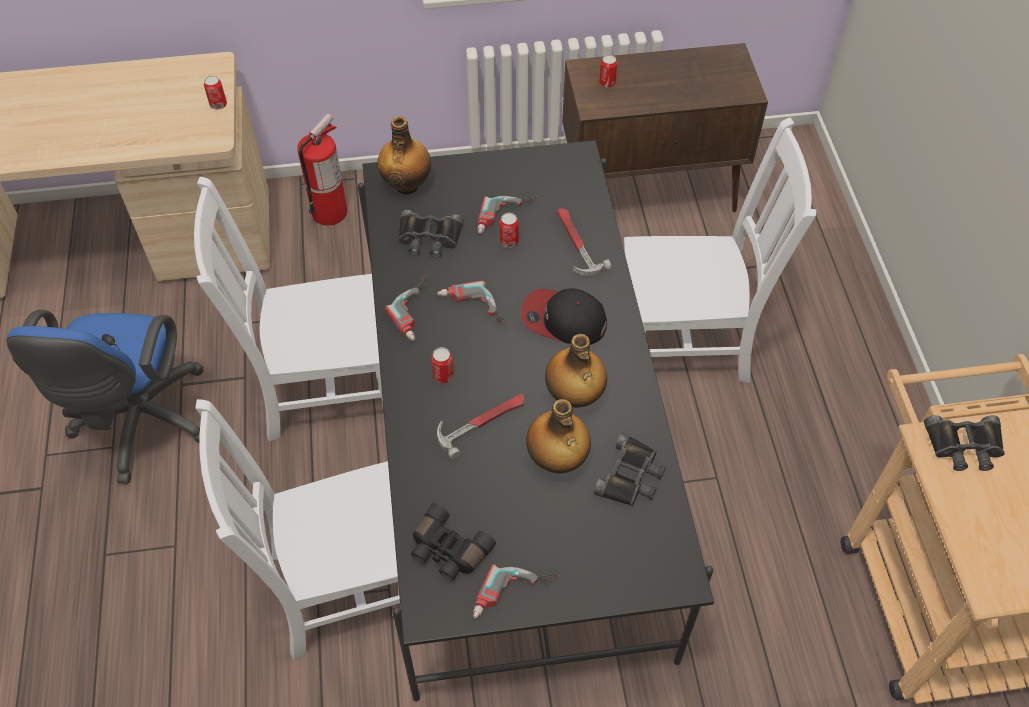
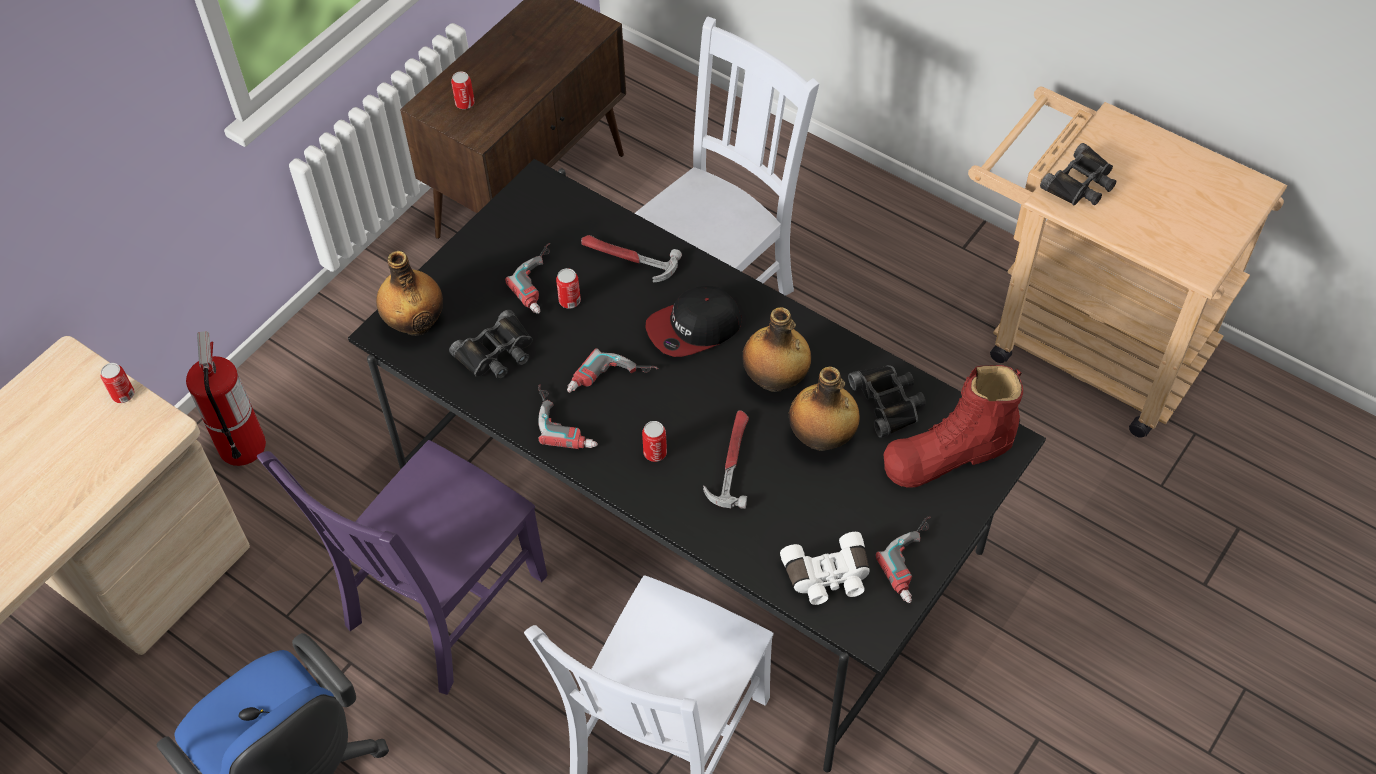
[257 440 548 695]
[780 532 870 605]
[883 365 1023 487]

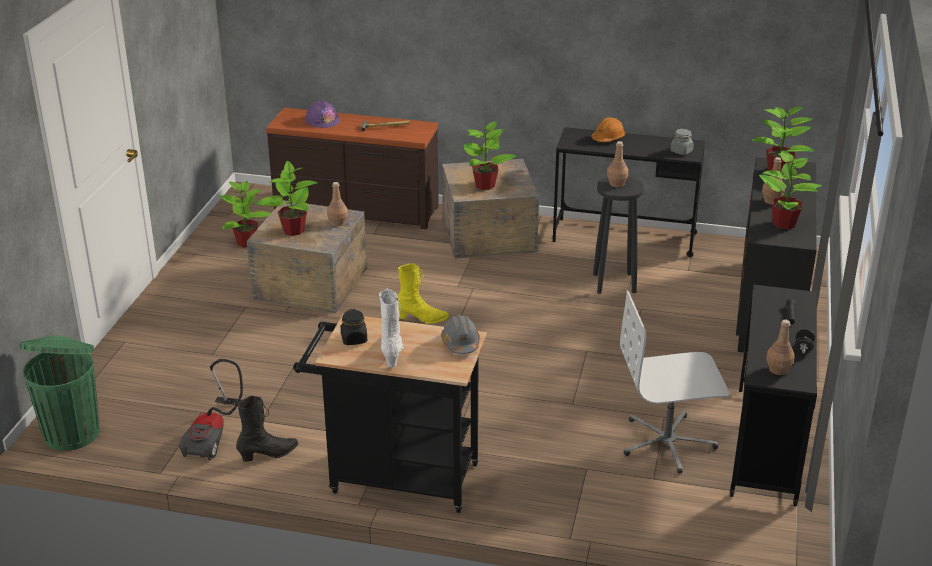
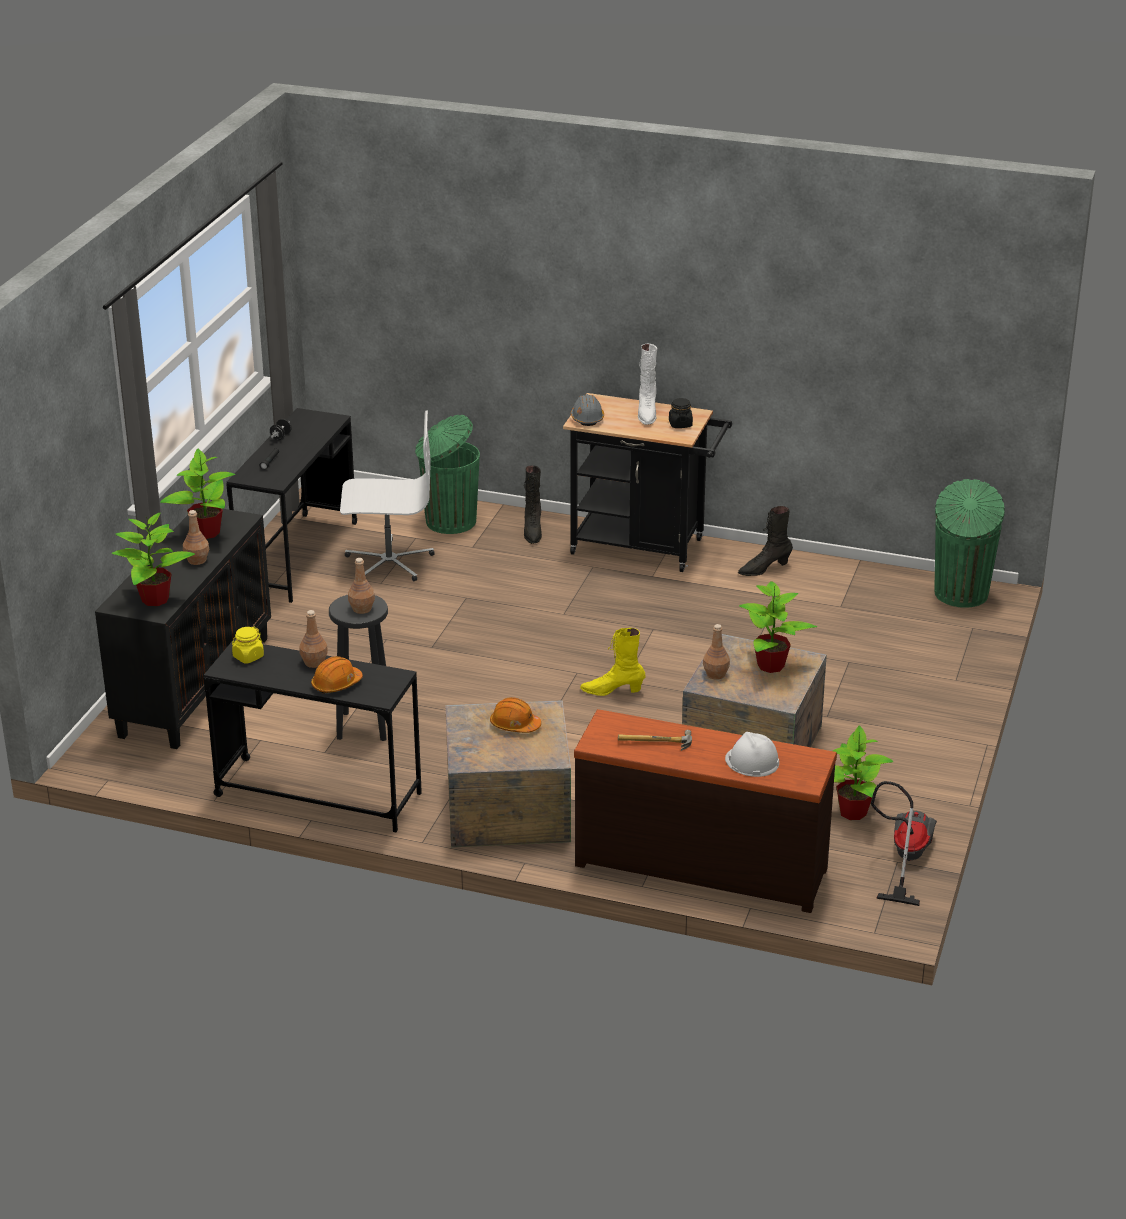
[725 732 779 777]
[490 697 541 733]
[232 627 264 663]
[299 610 328 668]
[871 781 937 906]
[415 415 480 534]
[524 465 542 544]

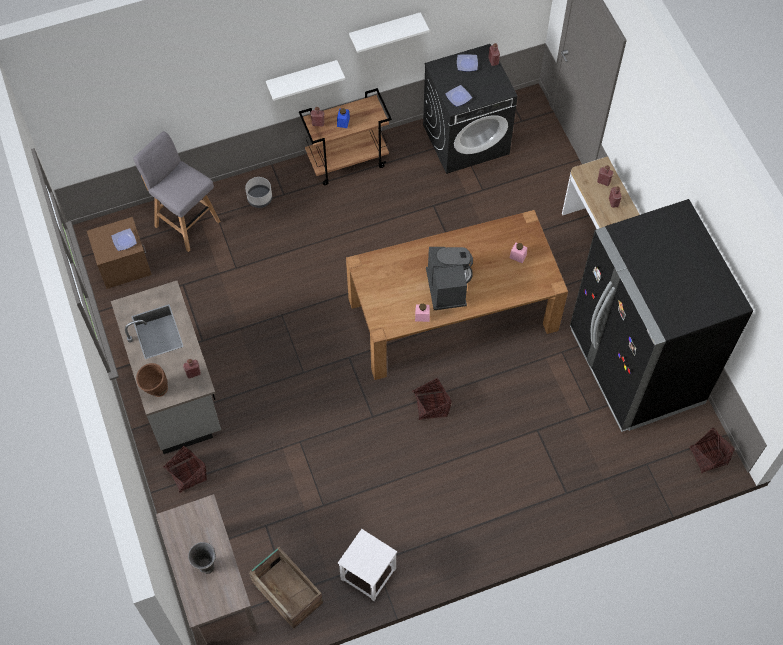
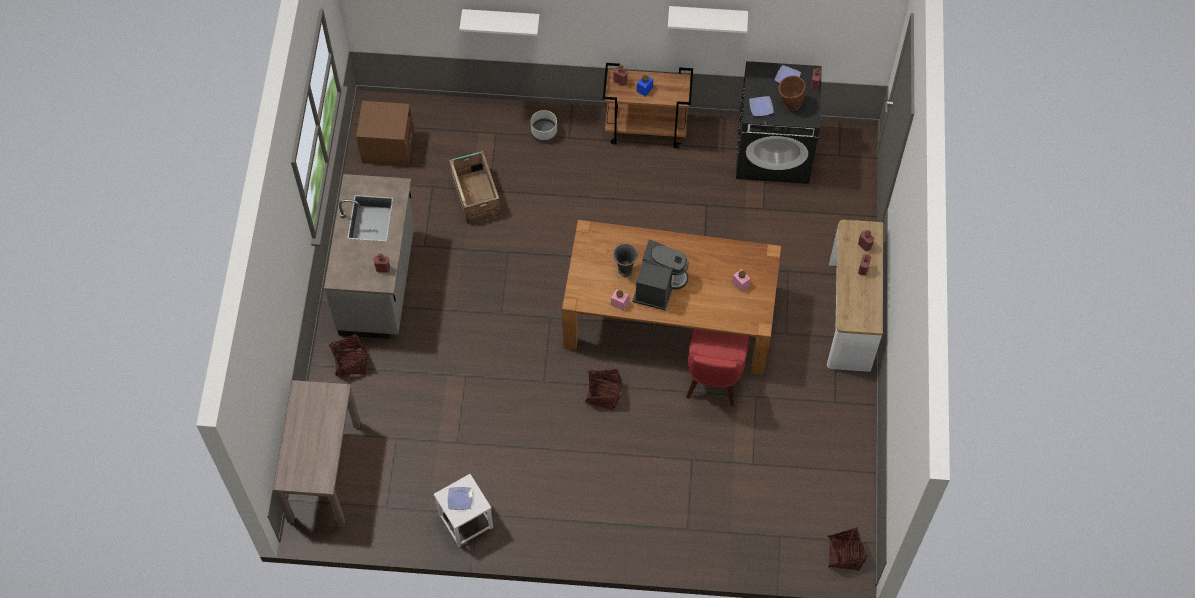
[459 9 540 36]
[133 131 220 252] (first image)
[570 199 753 432] (first image)
[448 487 472 510]
[779 76 805 111]
[613 243 638 277]
[449 151 501 224]
[686 329 749 406]

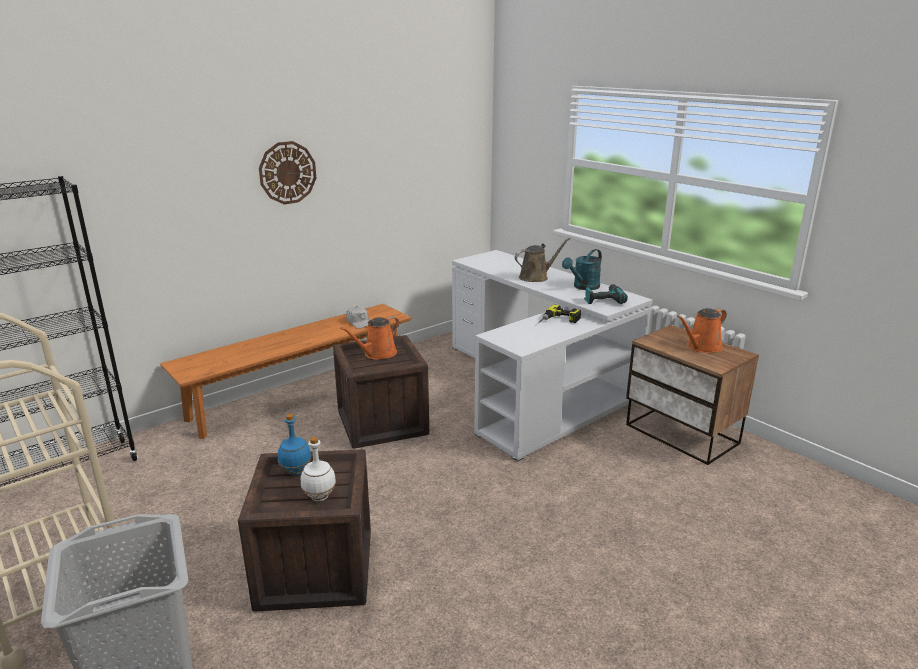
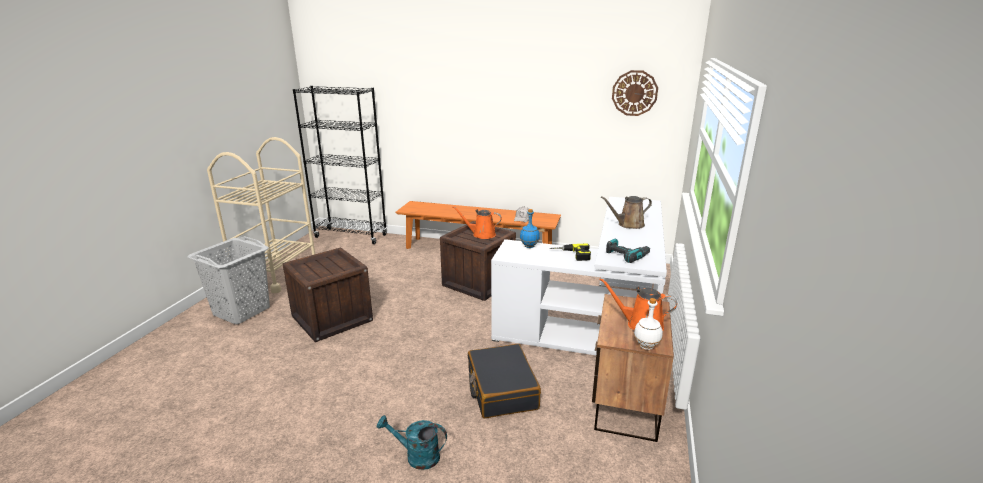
[612 70 658 116]
[601 196 652 229]
[377 415 447 470]
[520 209 540 248]
[634 298 663 350]
[468 344 541 418]

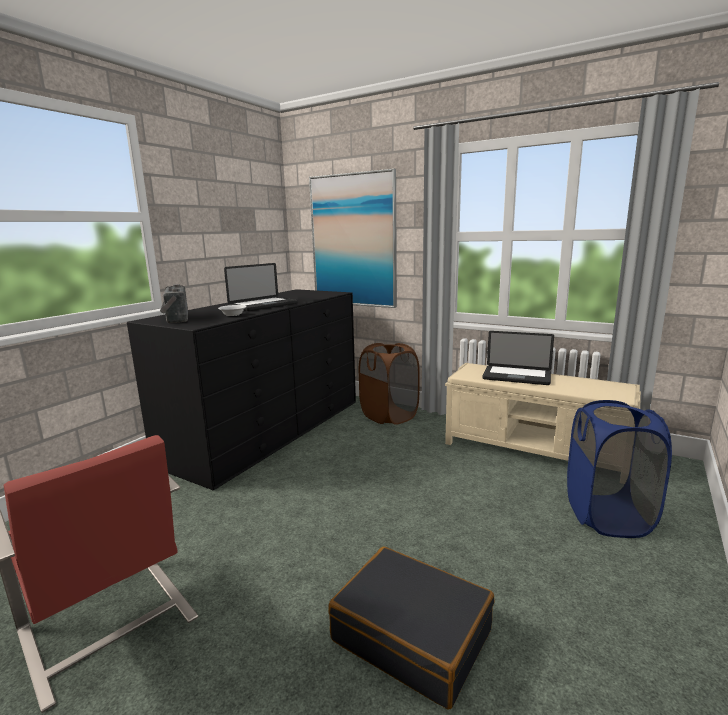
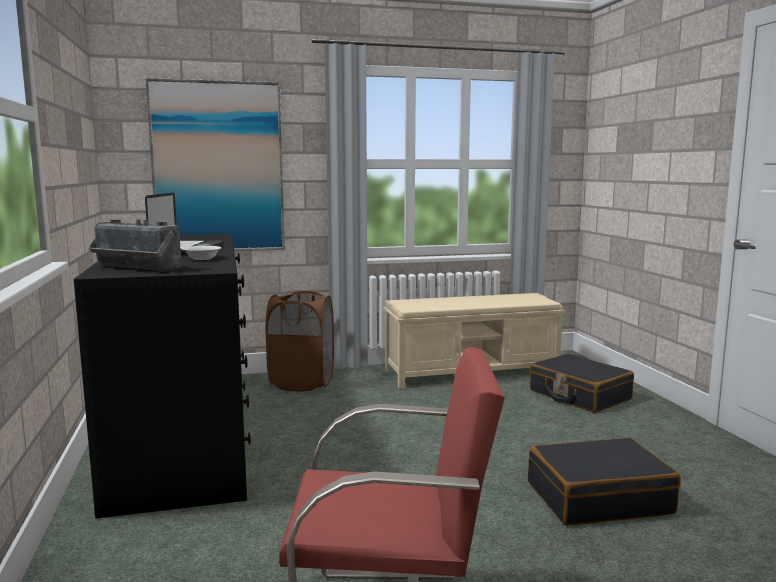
[482 331 554 385] (first image)
[530 353 634 413]

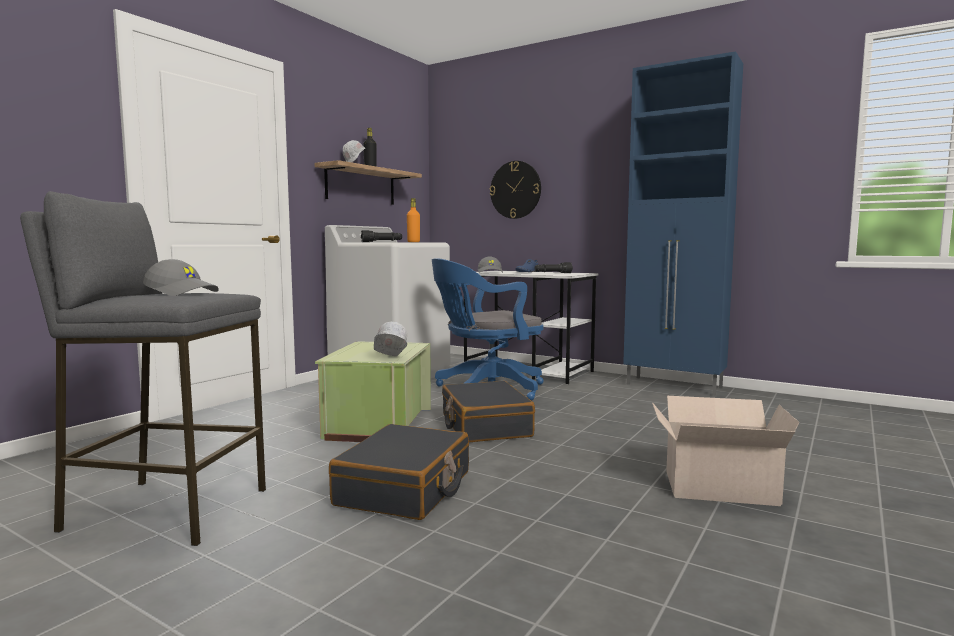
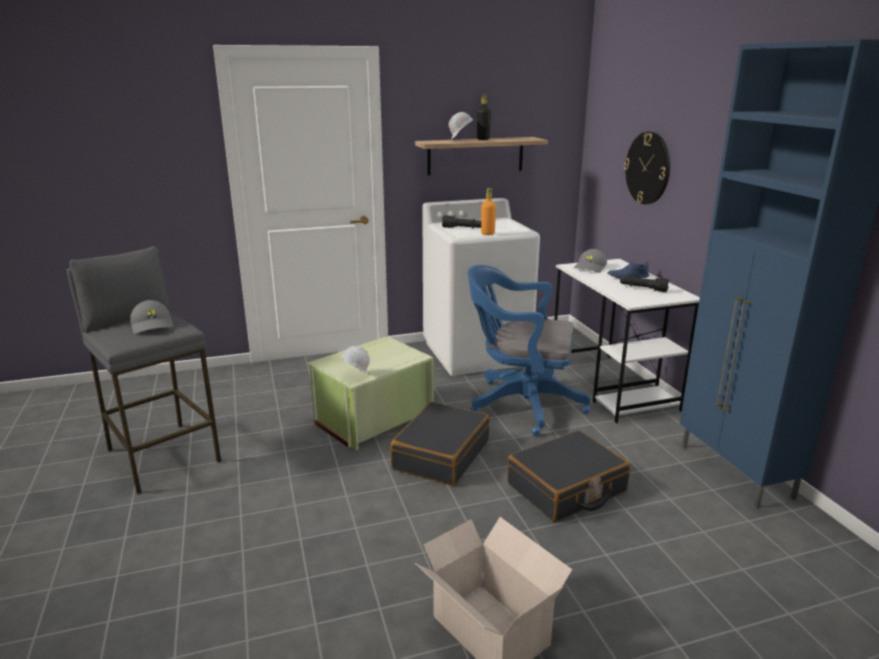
[507 430 630 522]

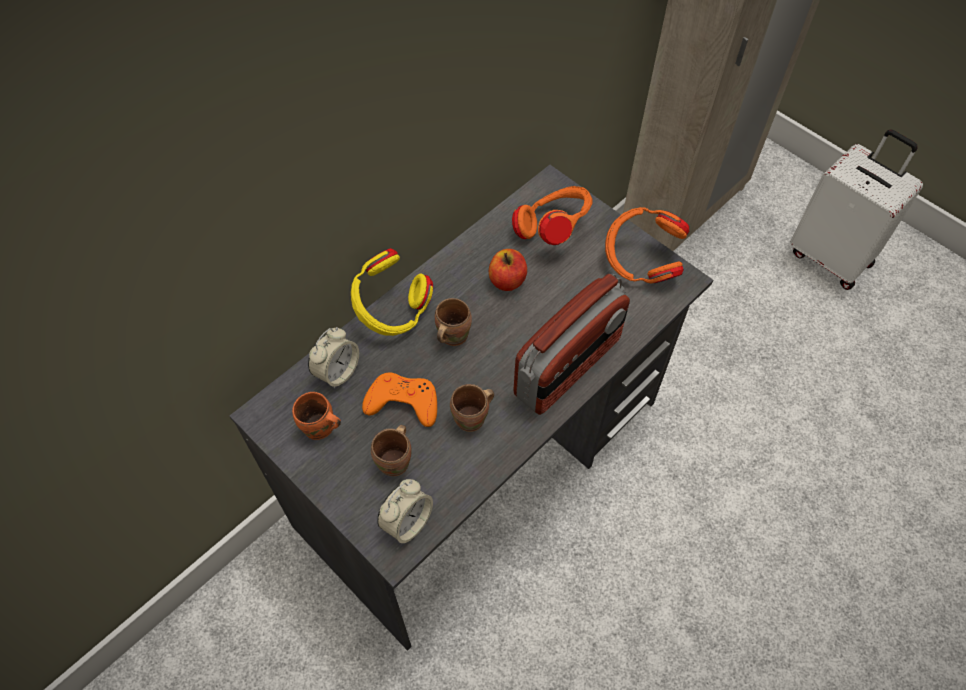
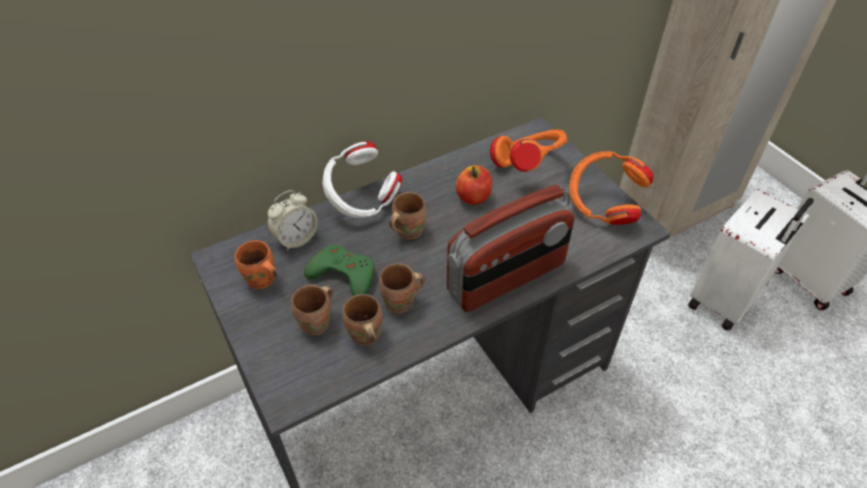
[322 141 402 218]
[304 245 374 296]
[377 479 433 543] (first image)
[688 189 814 331]
[342 294 383 345]

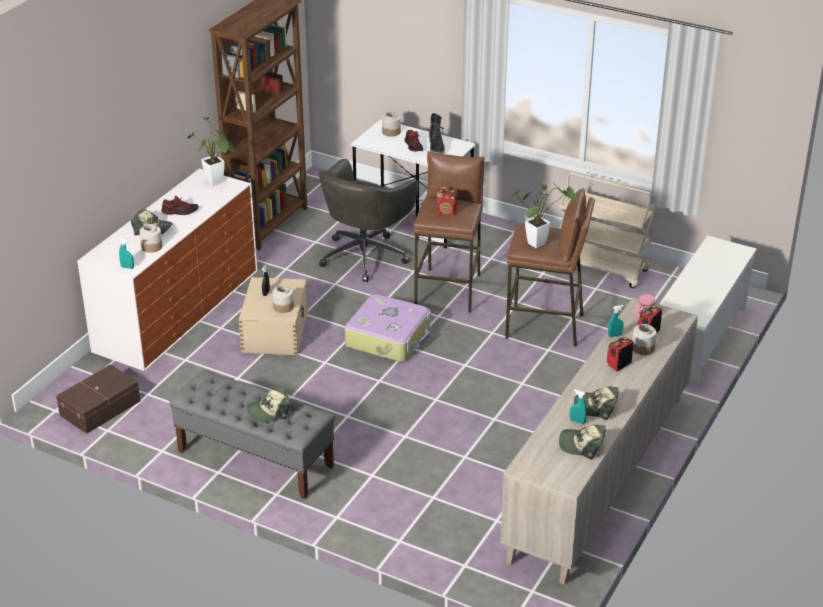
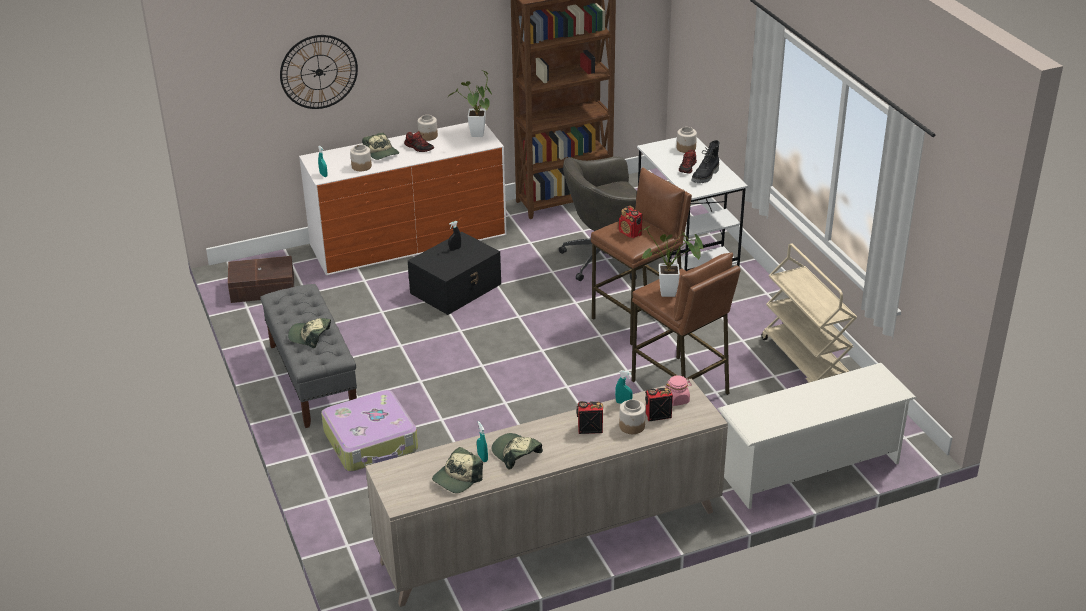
[408 232 501 315]
[417 115 438 141]
[321 390 418 471]
[432 447 483 493]
[280 35 358 109]

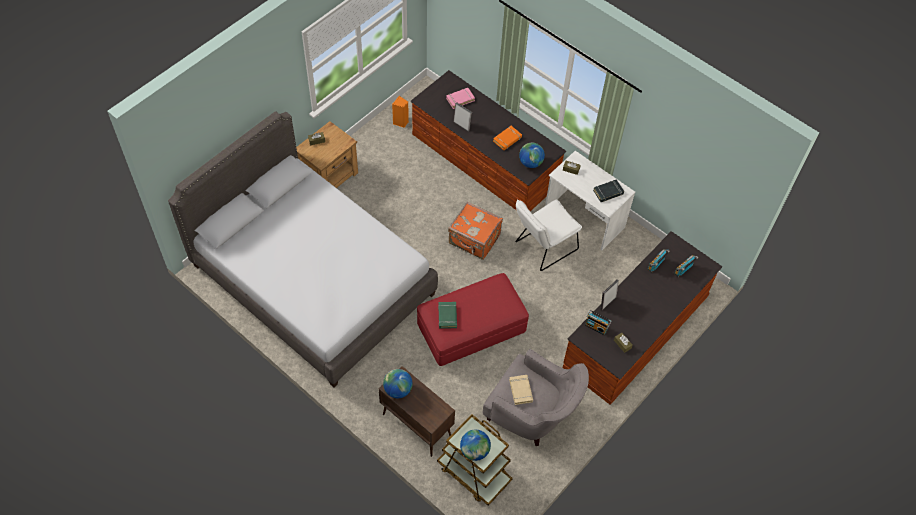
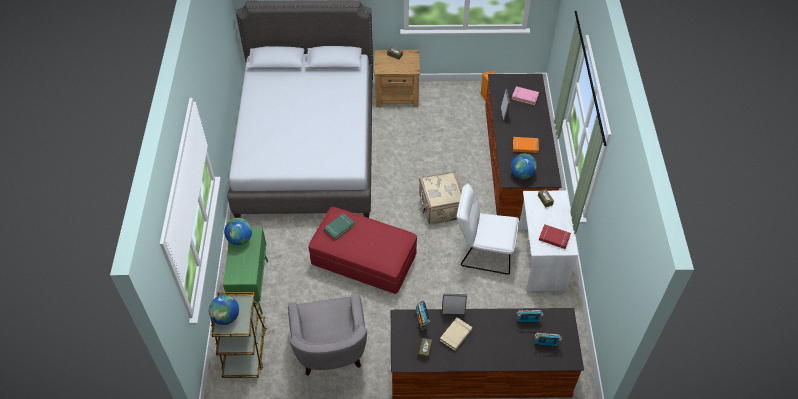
[539 224 571 249]
[419 171 462 224]
[223 228 268 314]
[440 317 472 351]

